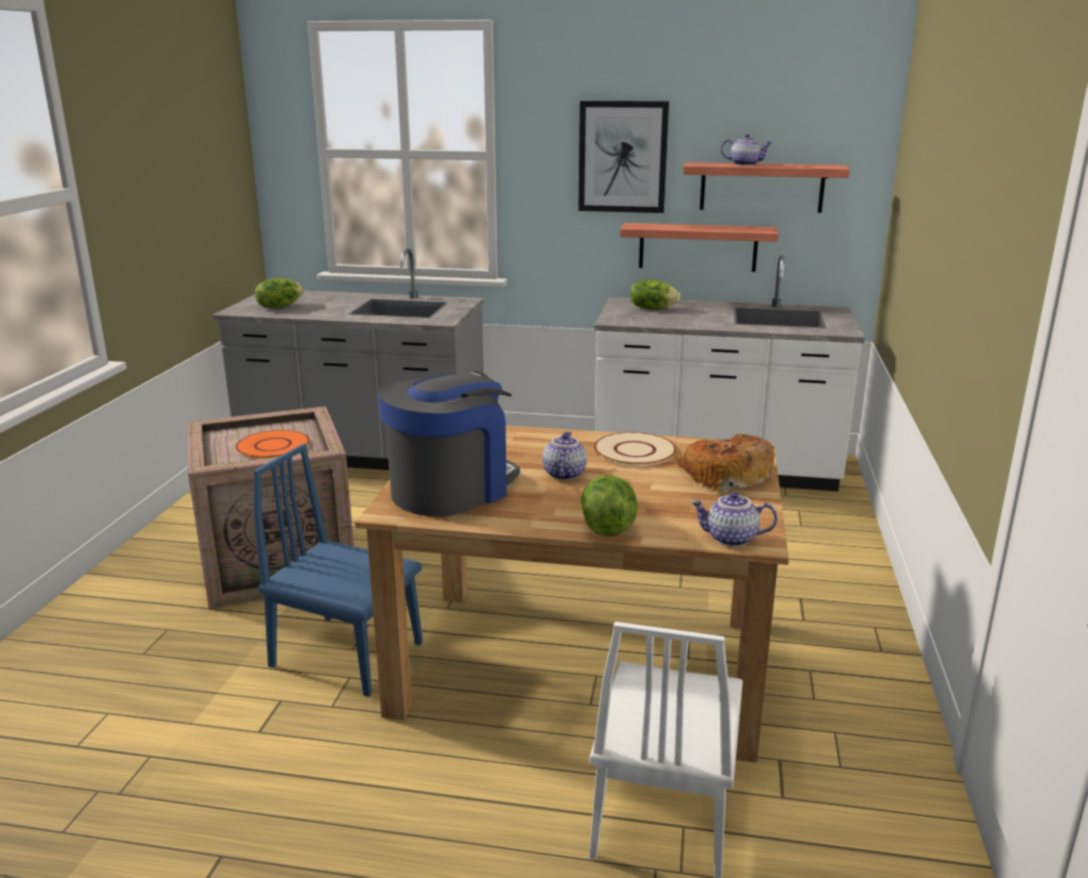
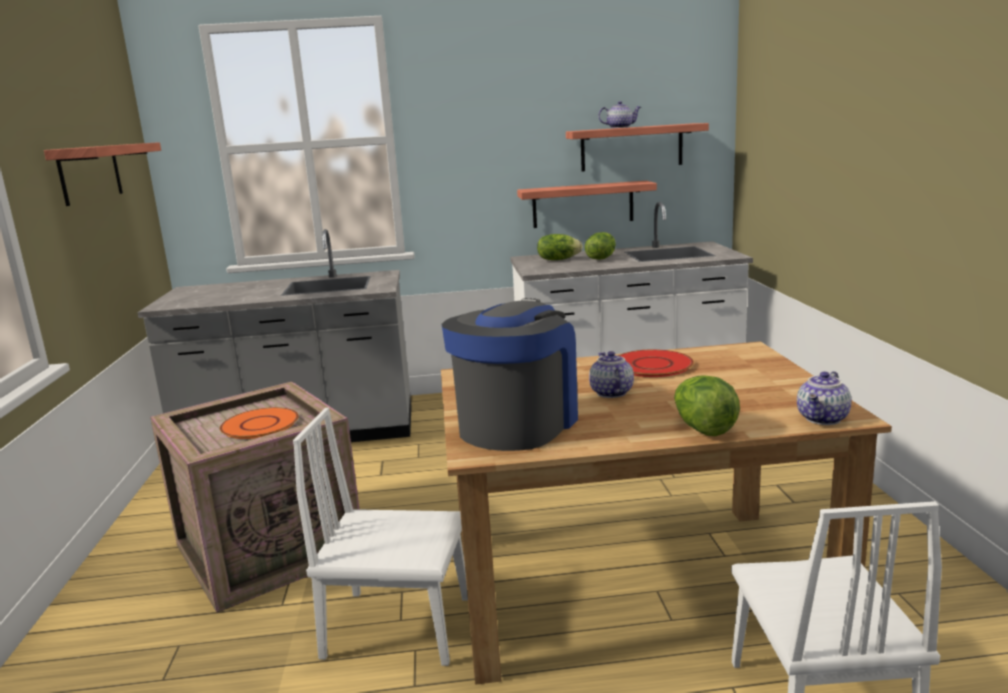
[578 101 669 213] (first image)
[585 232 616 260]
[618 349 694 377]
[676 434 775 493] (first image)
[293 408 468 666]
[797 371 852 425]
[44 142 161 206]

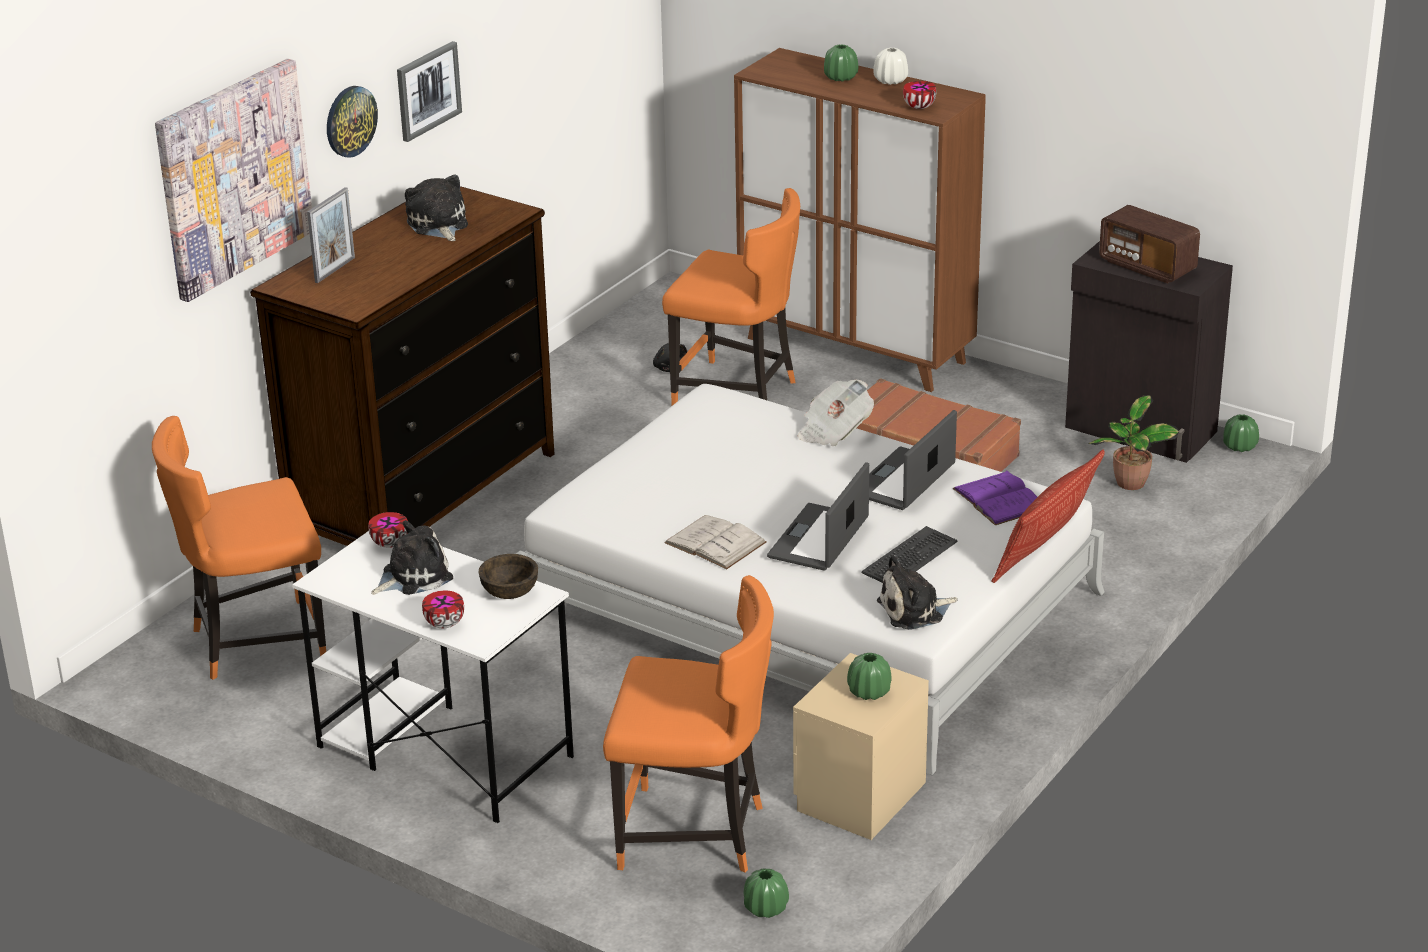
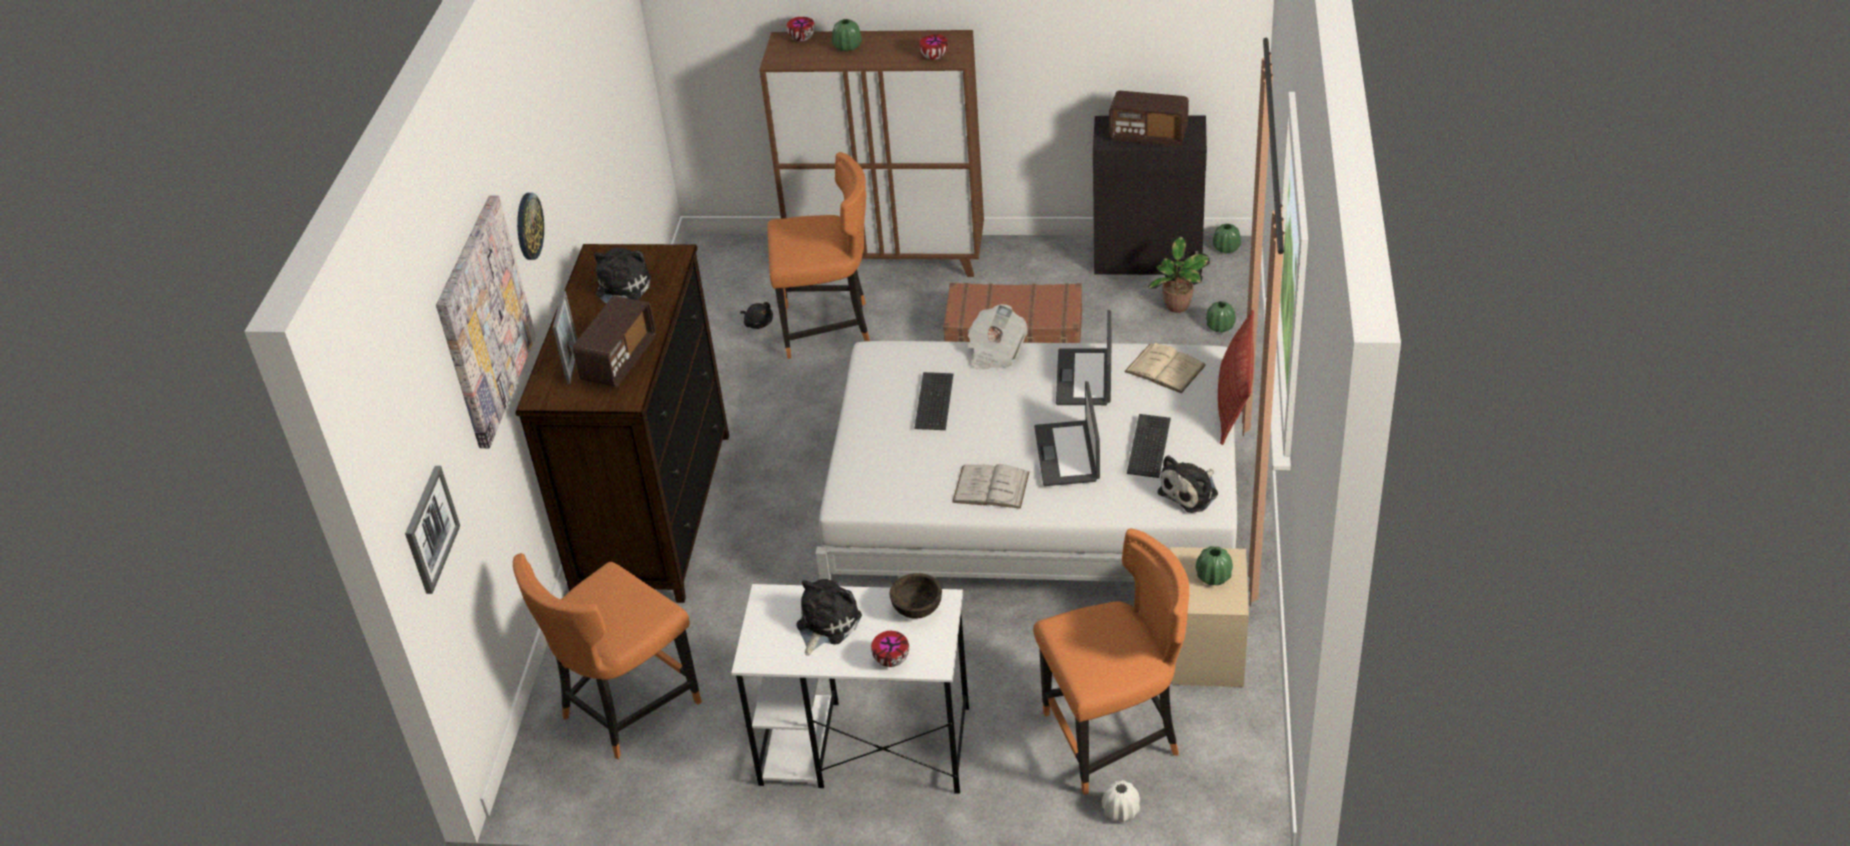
[405 466 460 594]
[1102 780 1140 822]
[594 248 651 304]
[1124 343 1206 393]
[787 17 815 41]
[1206 301 1236 333]
[573 296 656 387]
[914 372 953 430]

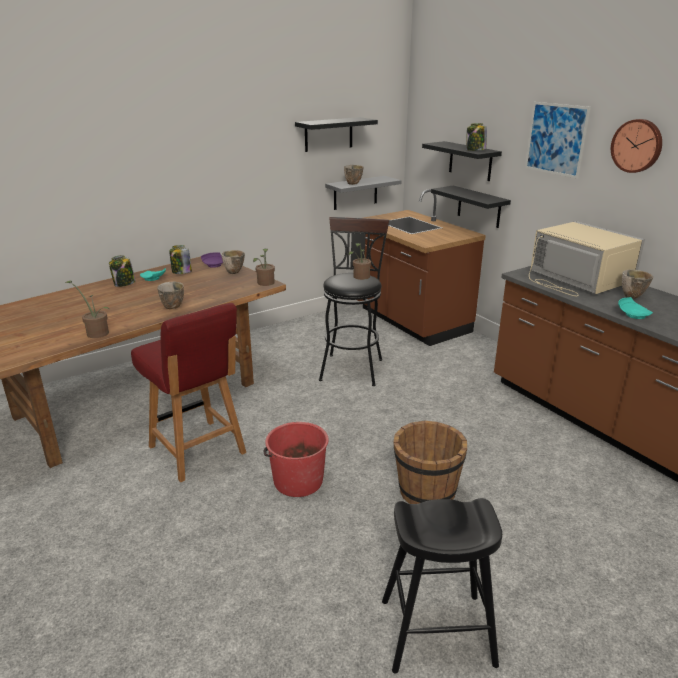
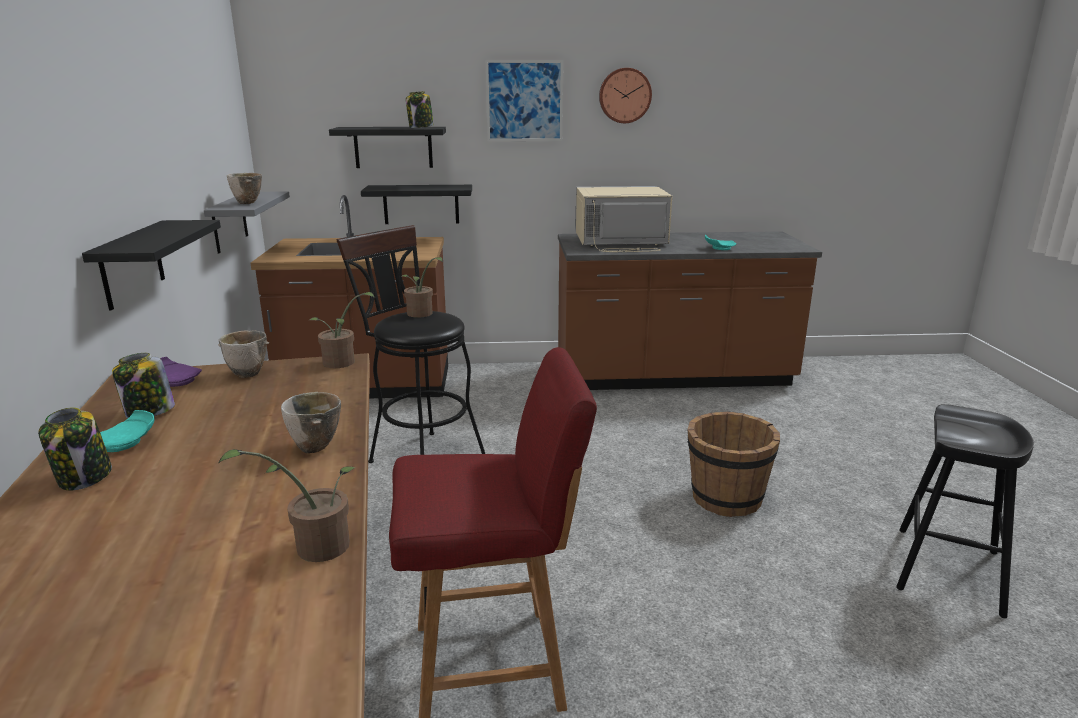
[82 220 221 311]
[622 270 653 299] (first image)
[263 422 329 497] (first image)

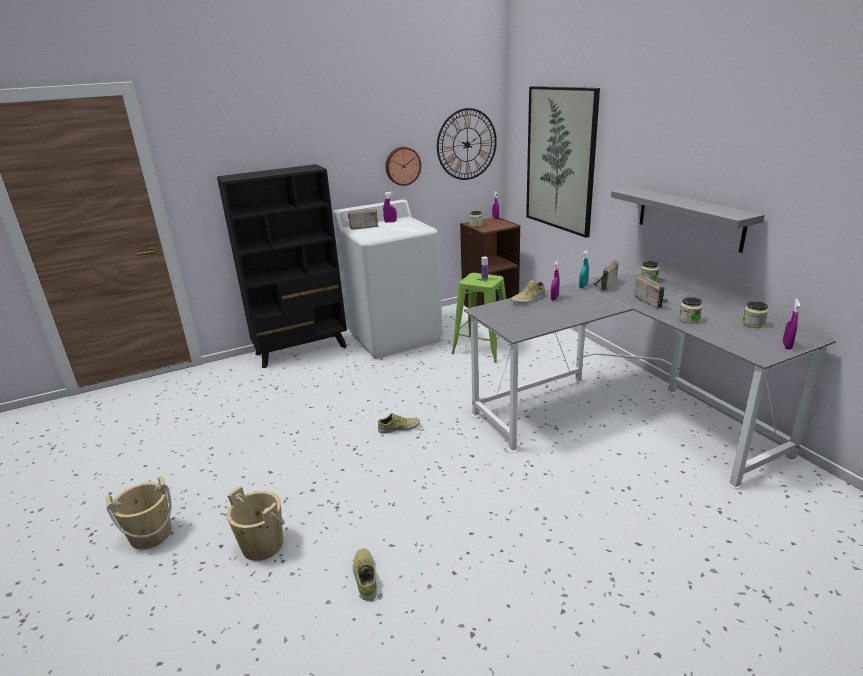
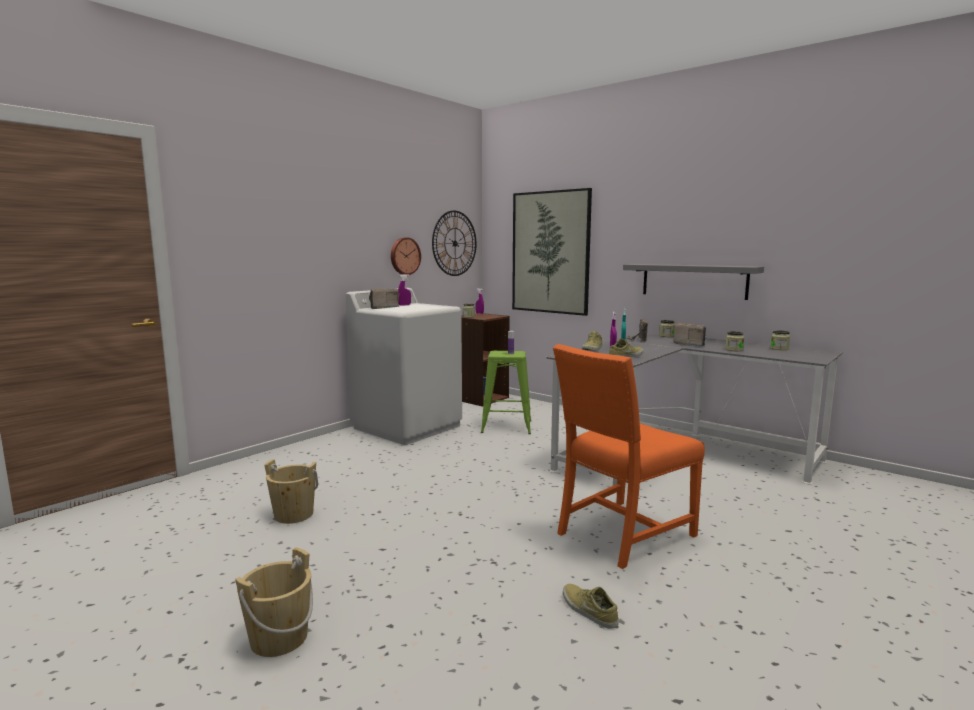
[217 164 347 368] (first image)
[783 299 800 349] (first image)
[609 339 644 357]
[264 459 318 524]
[553 344 705 569]

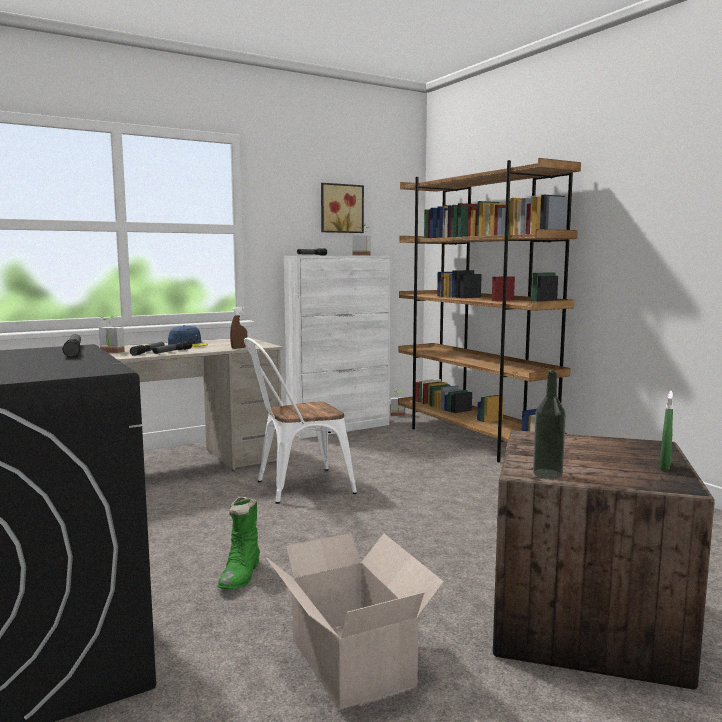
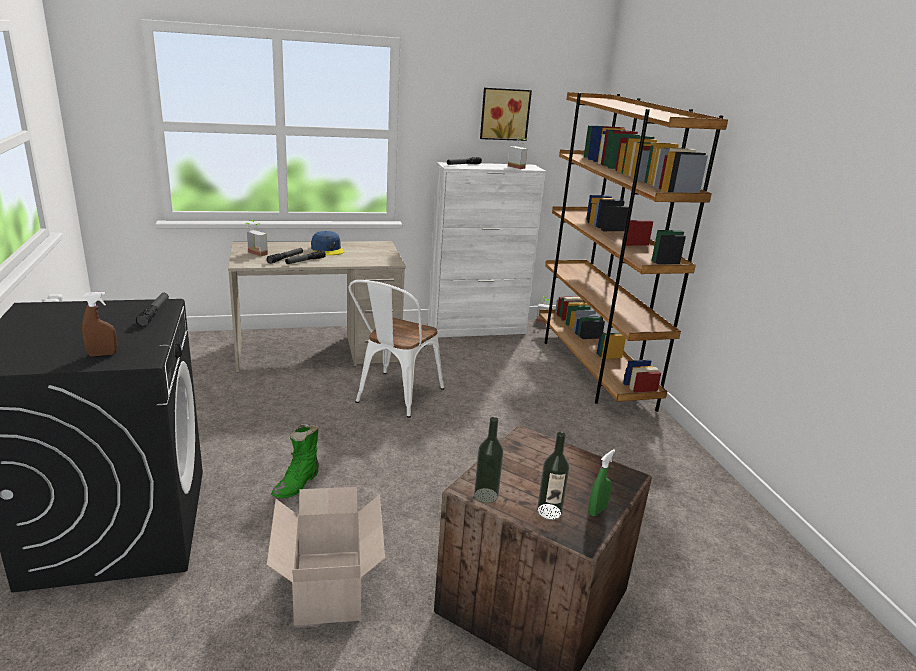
[82 292 117 356]
[349 280 444 418]
[537 432 569 520]

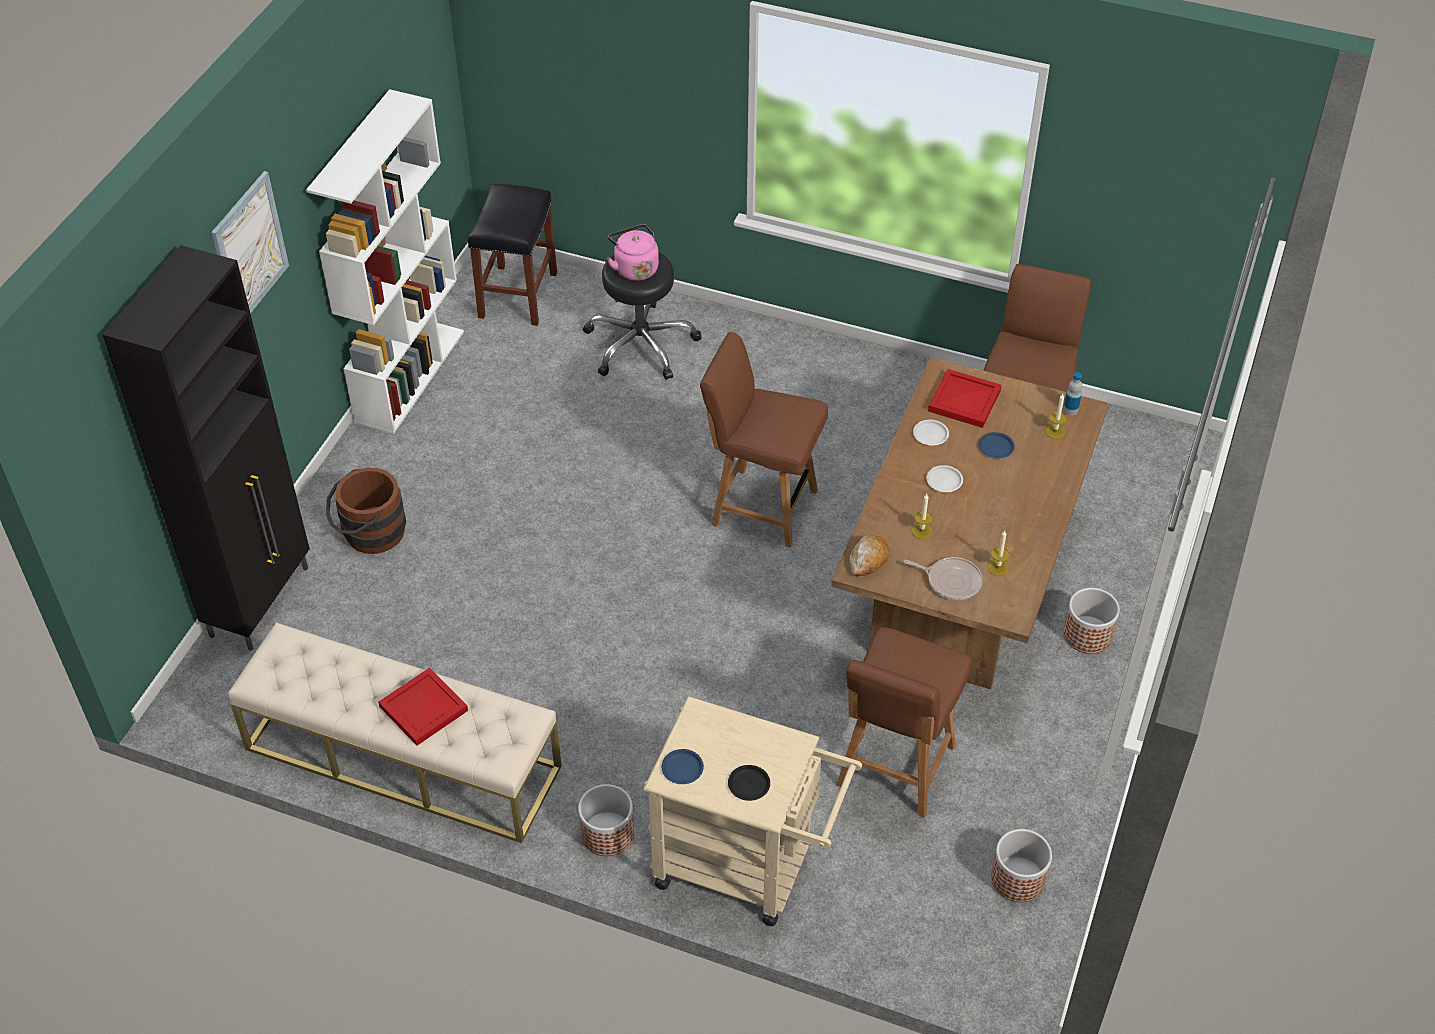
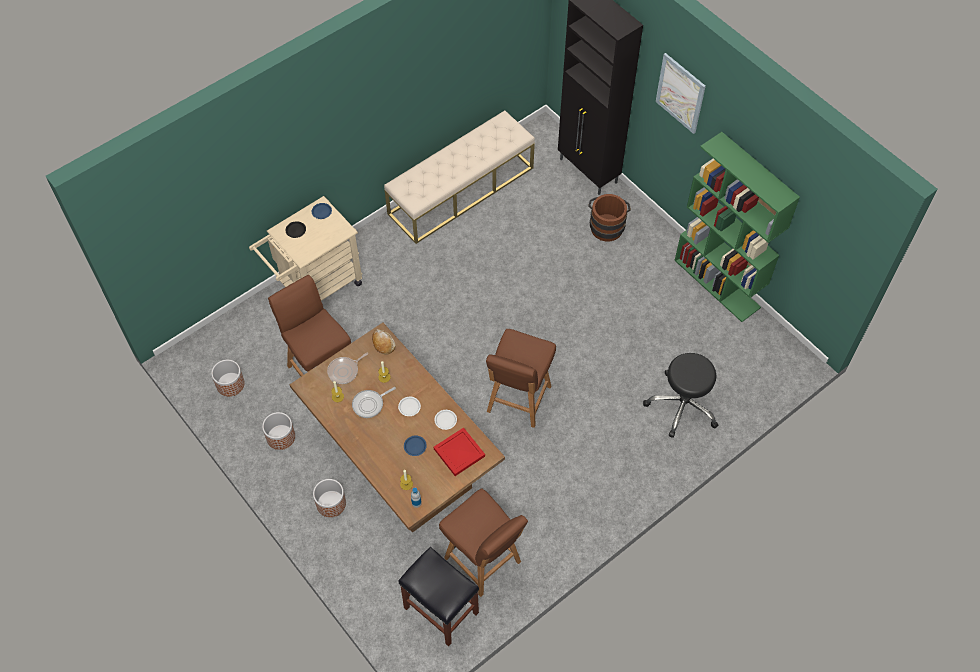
[674 132 800 322]
[399 547 479 647]
[607 224 659 281] (first image)
[486 329 556 428]
[379 668 468 746] (first image)
[262 412 295 450]
[352 387 396 418]

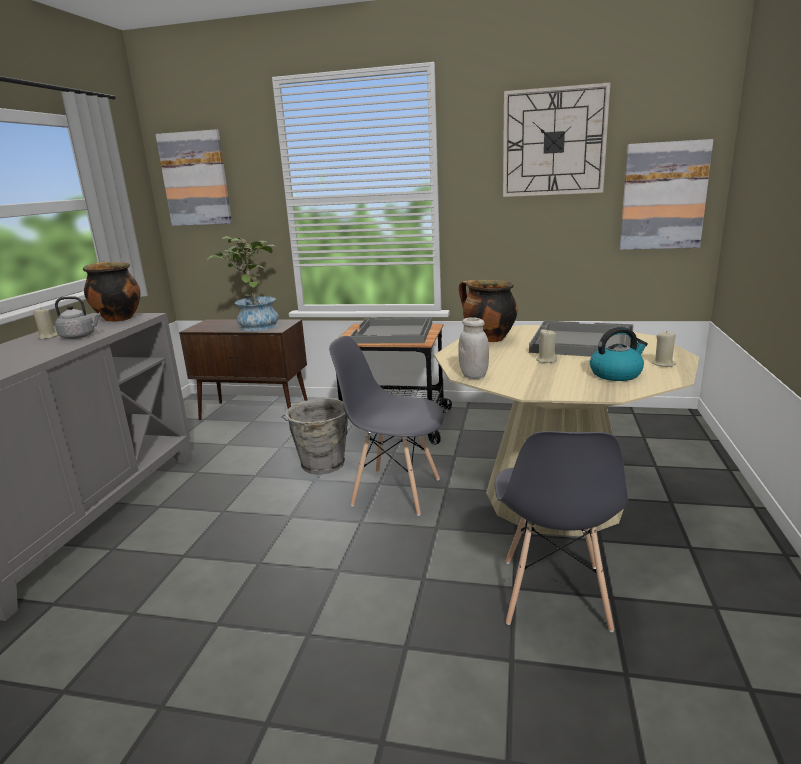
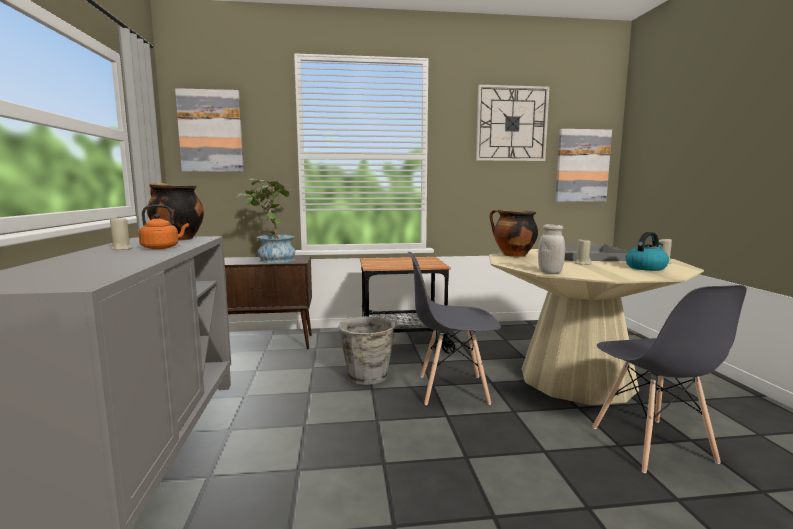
[139 205 189 249]
[350 317 432 344] (first image)

